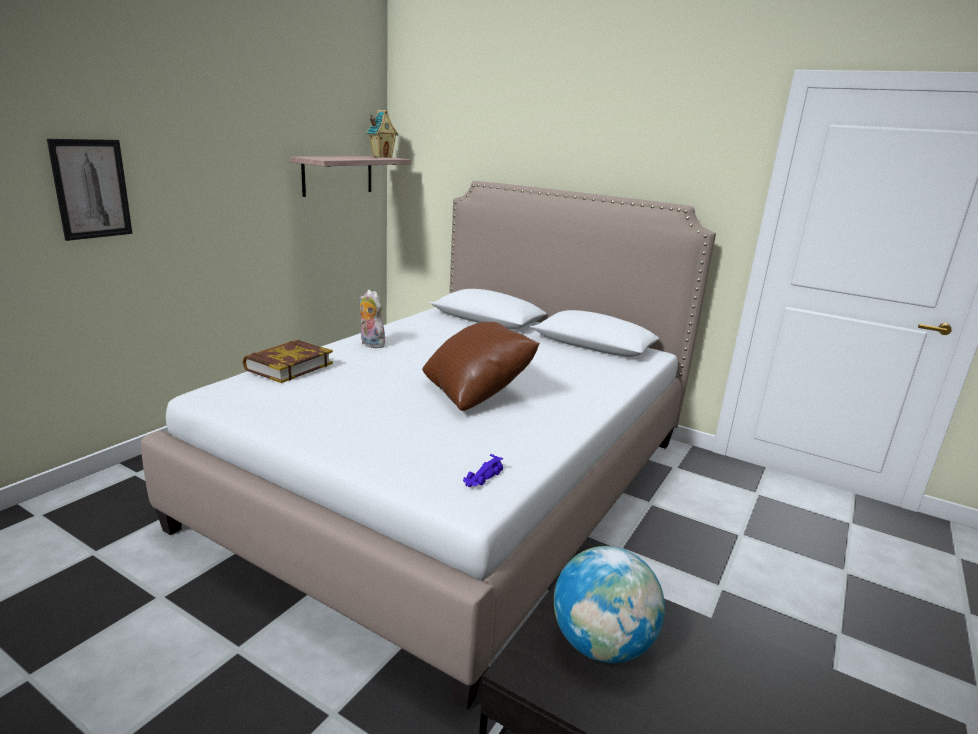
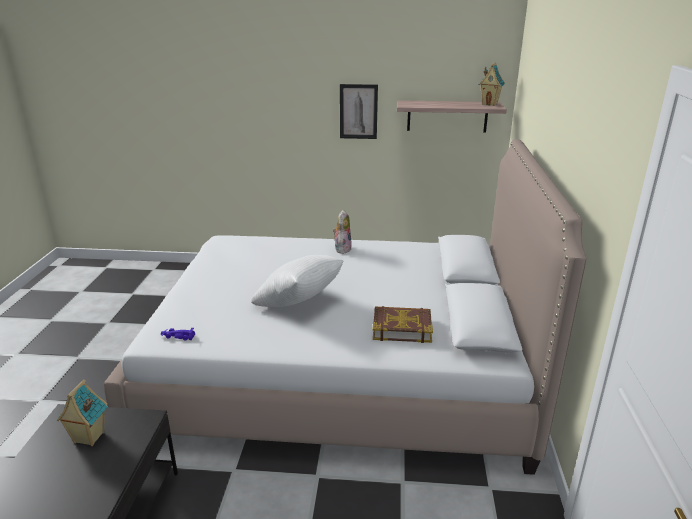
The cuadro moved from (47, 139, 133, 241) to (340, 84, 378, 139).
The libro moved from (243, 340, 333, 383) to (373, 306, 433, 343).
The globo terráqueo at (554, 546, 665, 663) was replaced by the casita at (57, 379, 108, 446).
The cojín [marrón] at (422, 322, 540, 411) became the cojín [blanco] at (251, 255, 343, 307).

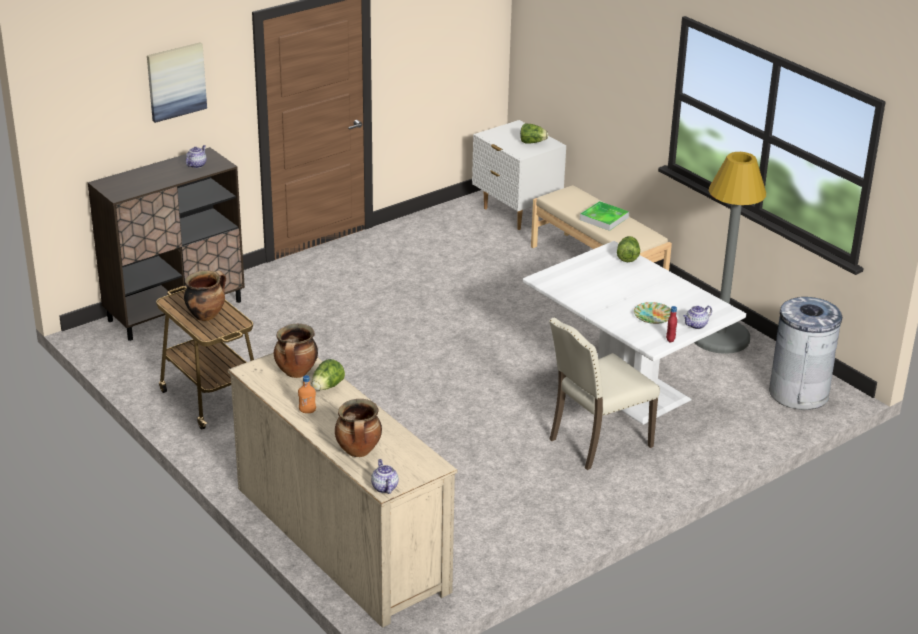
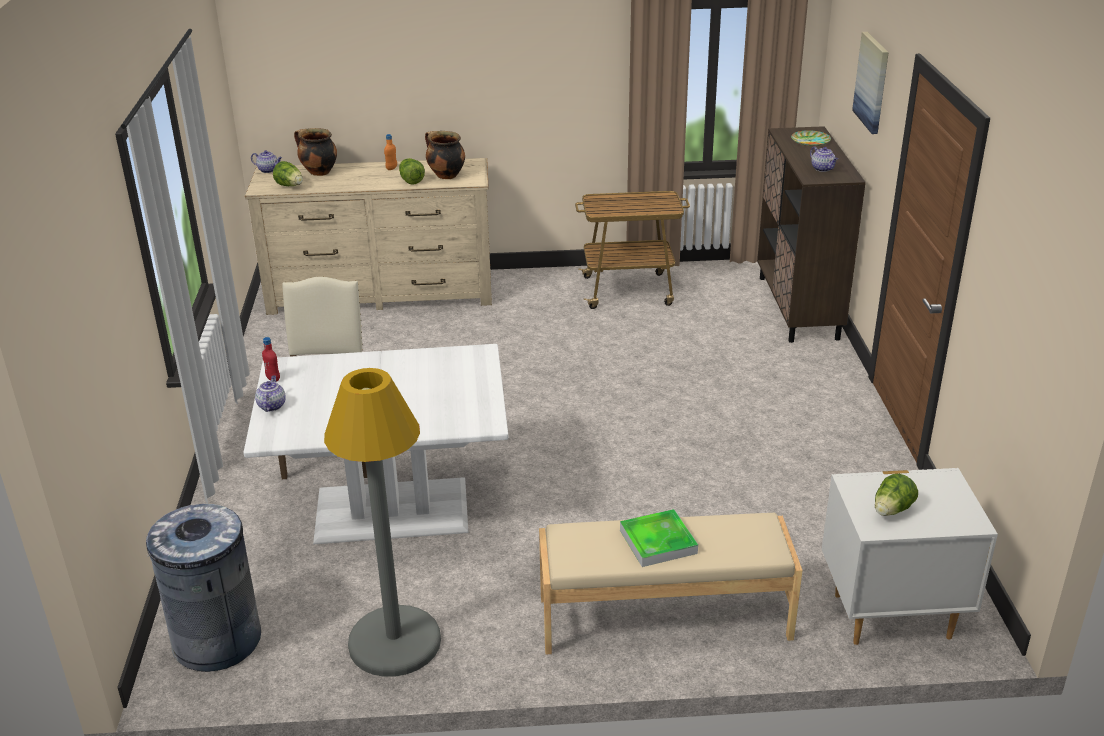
The olla at (184, 270, 226, 321) disappeared.
The lechuga moved from (617, 236, 640, 262) to (273, 161, 303, 186).
The plato moved from (634, 302, 671, 324) to (791, 130, 831, 146).

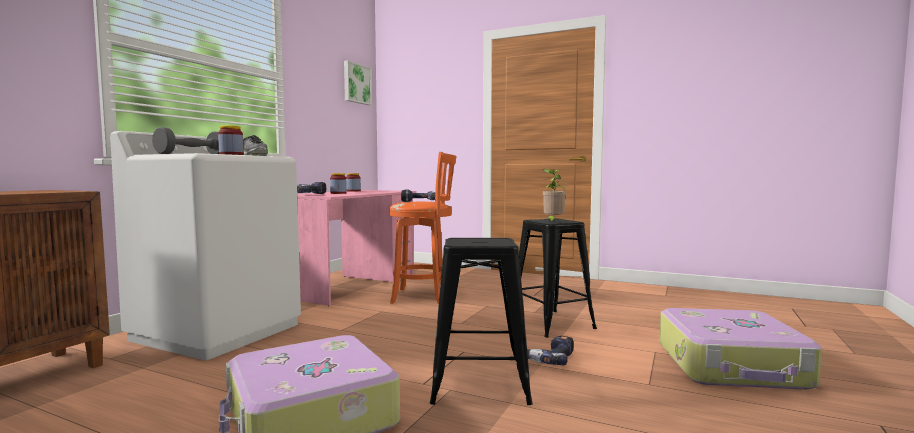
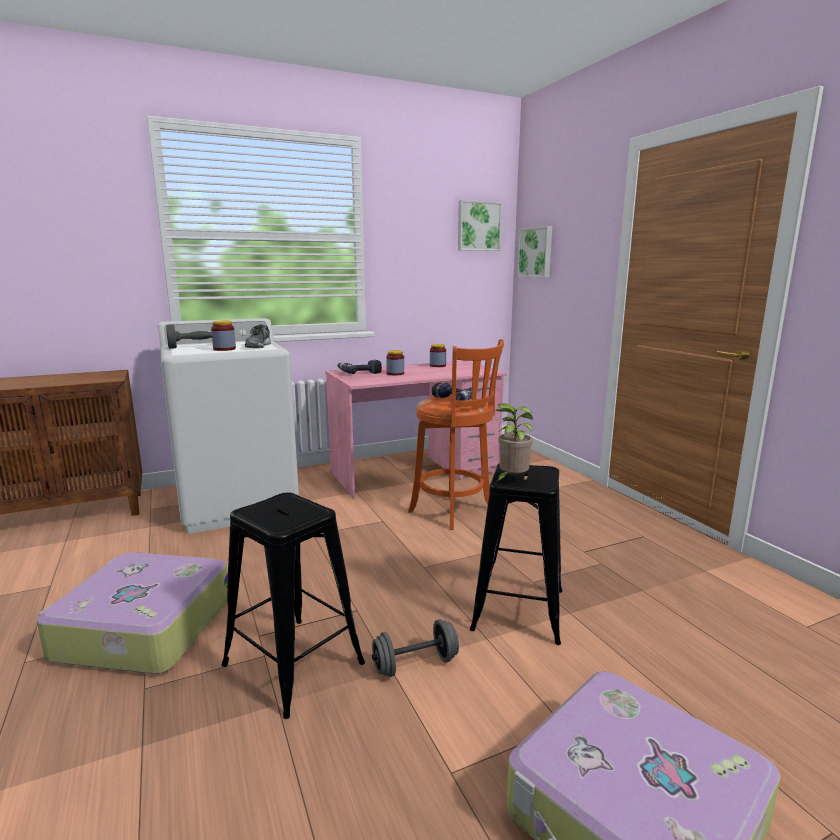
The cuadro at (517, 226, 552, 277) appeared.
The taladro at (527, 336, 574, 365) was replaced by the mancuerna [gris] at (372, 619, 459, 677).

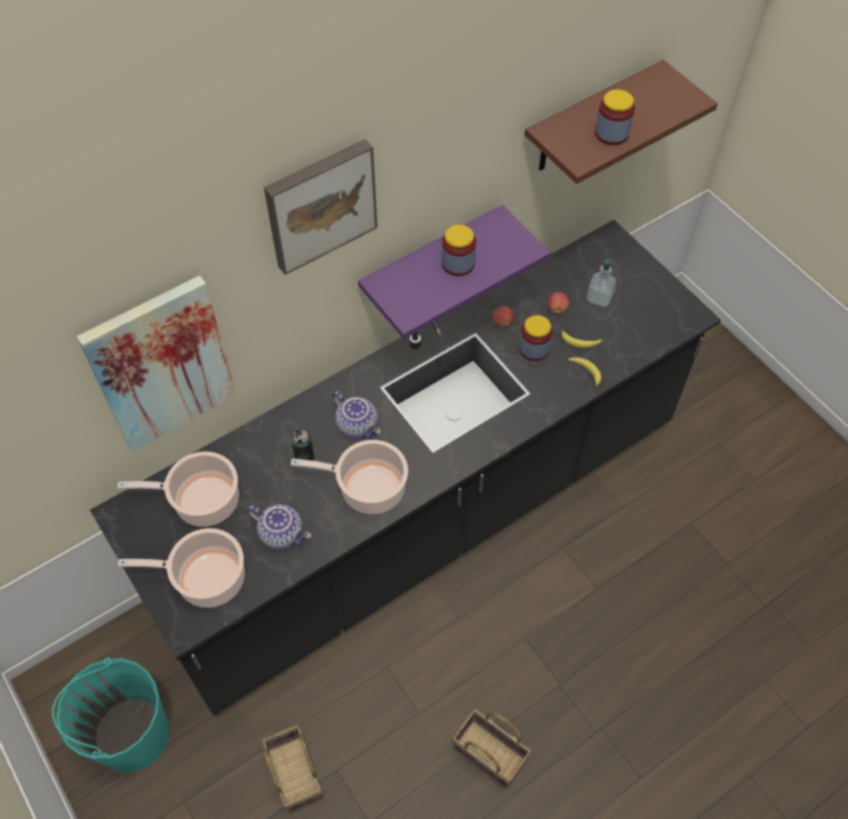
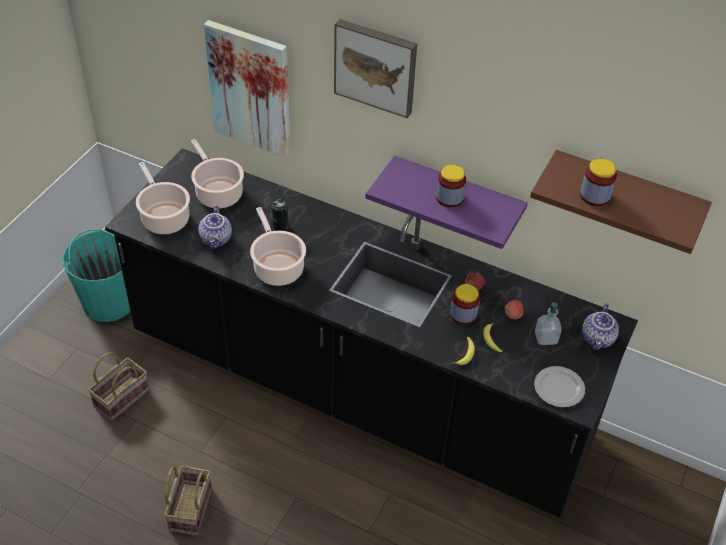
The plato at (534, 366, 585, 407) appeared.
The tetera moved from (332, 391, 381, 440) to (582, 303, 619, 350).

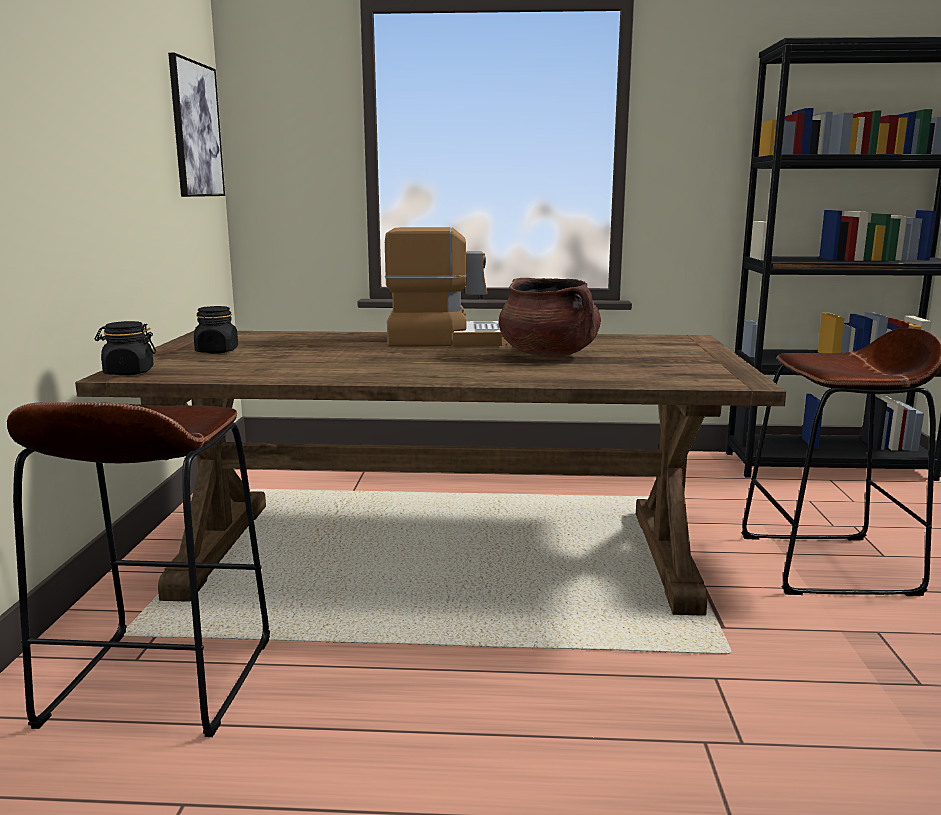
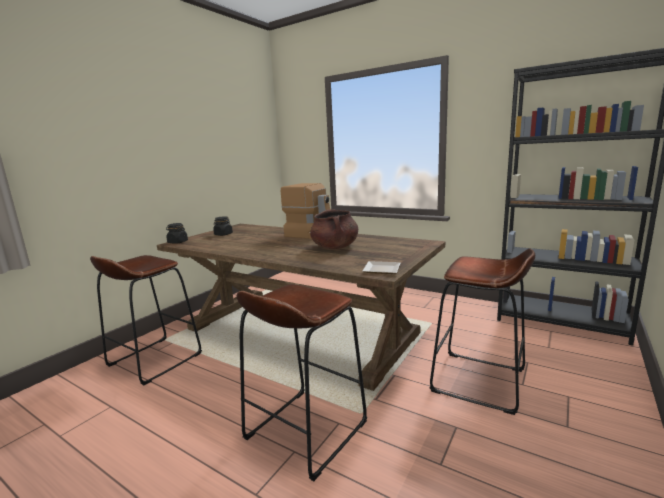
The cuadro at (168, 53, 225, 197) disappeared.
The taburete [marrón] at (237, 284, 367, 481) appeared.
The plato at (362, 261, 400, 274) appeared.

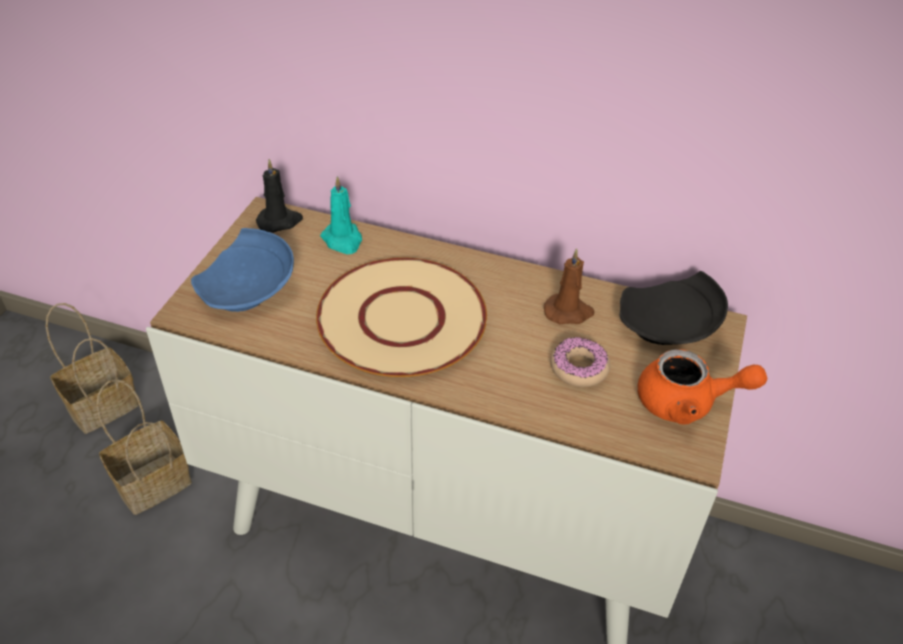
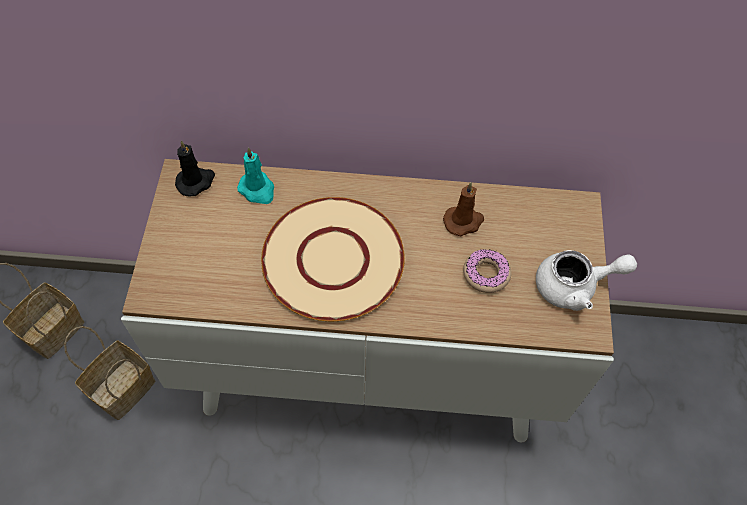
The plato [azul] at (191, 228, 294, 312) disappeared.
The plato [negro] at (620, 271, 728, 345) disappeared.
The tetera [naranja] at (638, 349, 768, 425) became the tetera [blanco] at (536, 250, 637, 311).

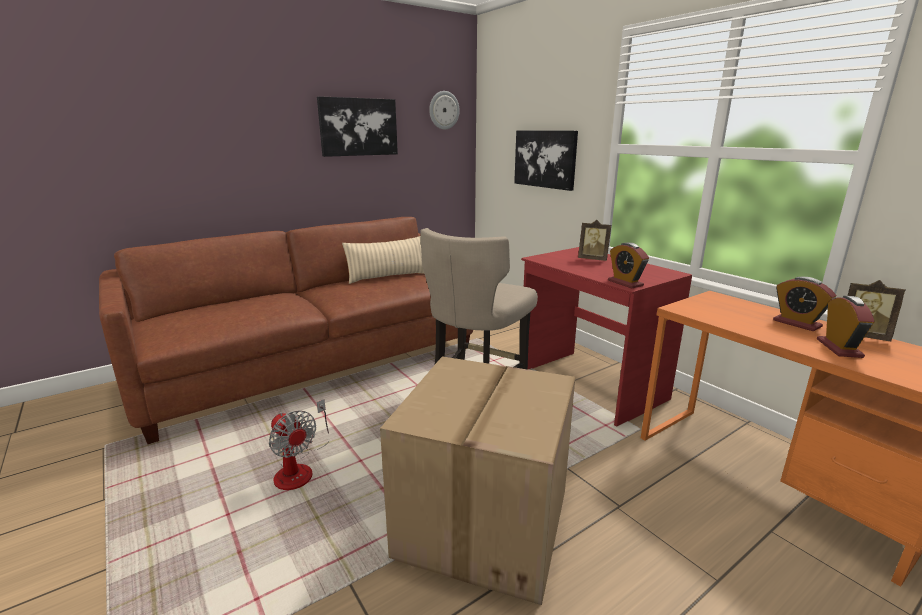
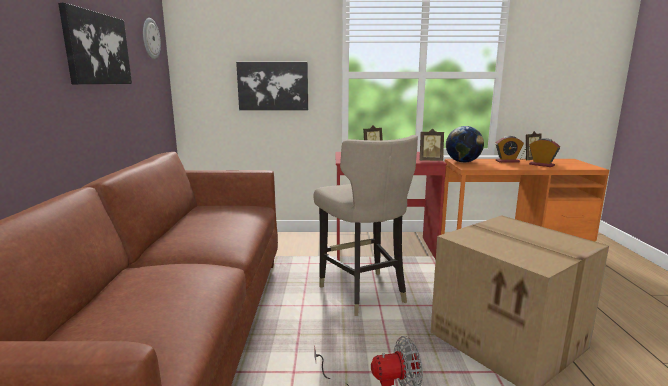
The cojín [beis] at (342, 236, 424, 284) disappeared.
The globo terráqueo at (446, 126, 484, 163) appeared.
The despertador at (608, 242, 649, 289) was replaced by the portarretratos at (420, 129, 444, 161).

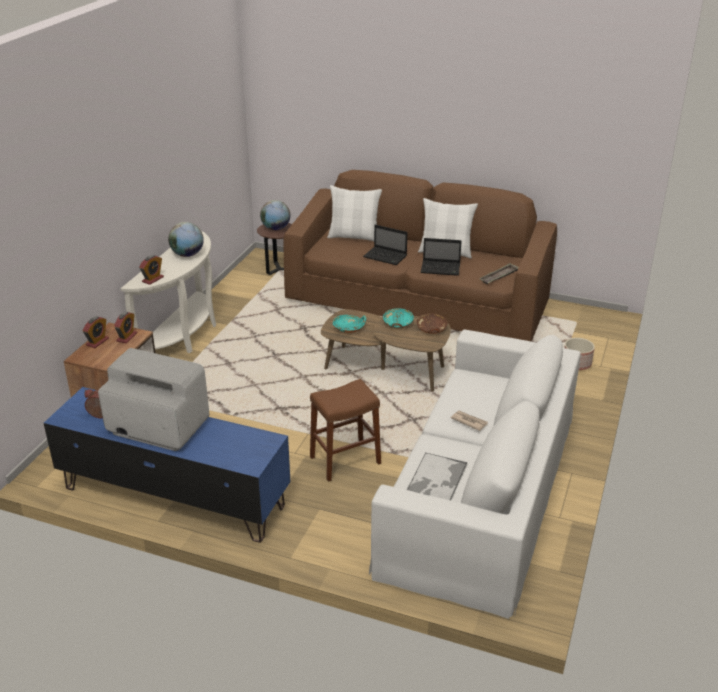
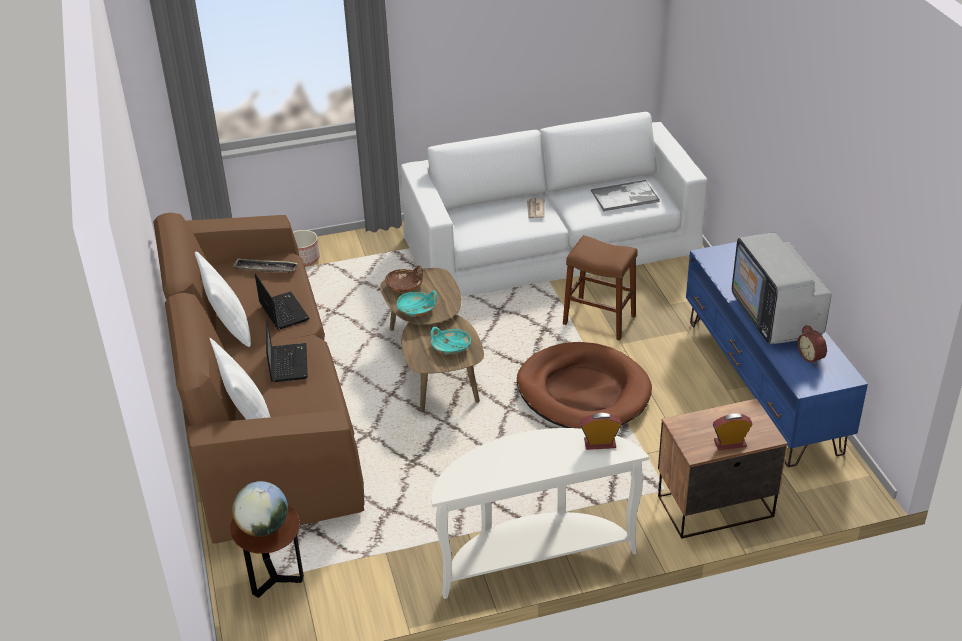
The despertador at (114, 312, 137, 344) disappeared.
The globo terráqueo at (168, 222, 204, 257) disappeared.
The cama para perro [marrón] at (517, 342, 652, 429) appeared.

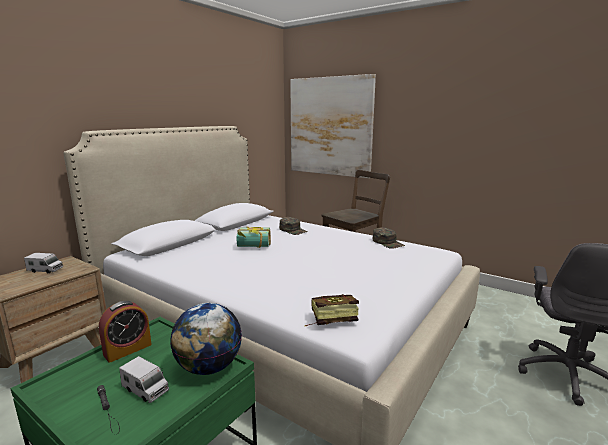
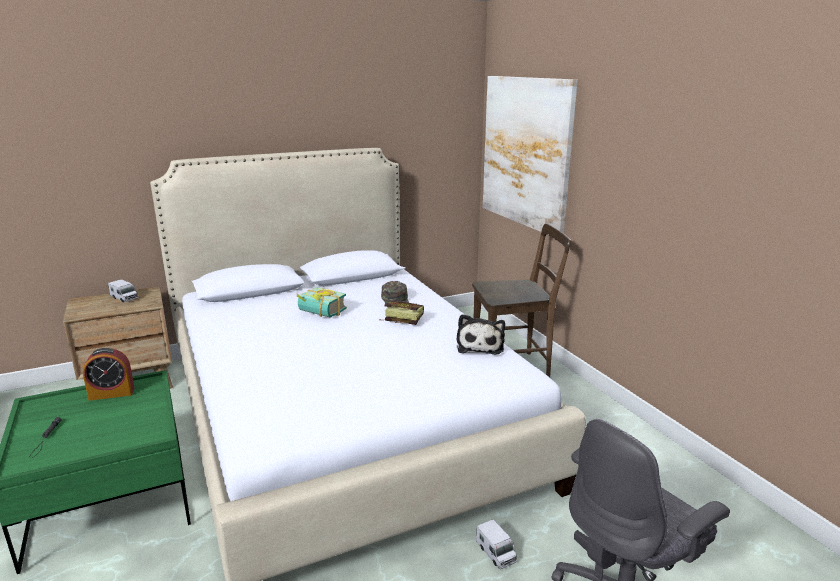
The globo terráqueo at (170, 303, 242, 375) disappeared.
The camión de juguete moved from (119, 356, 169, 403) to (476, 519, 517, 569).
The libro moved from (305, 294, 359, 326) to (379, 301, 424, 325).
The gorra [verde] at (373, 227, 405, 249) was replaced by the peluche at (457, 314, 505, 355).

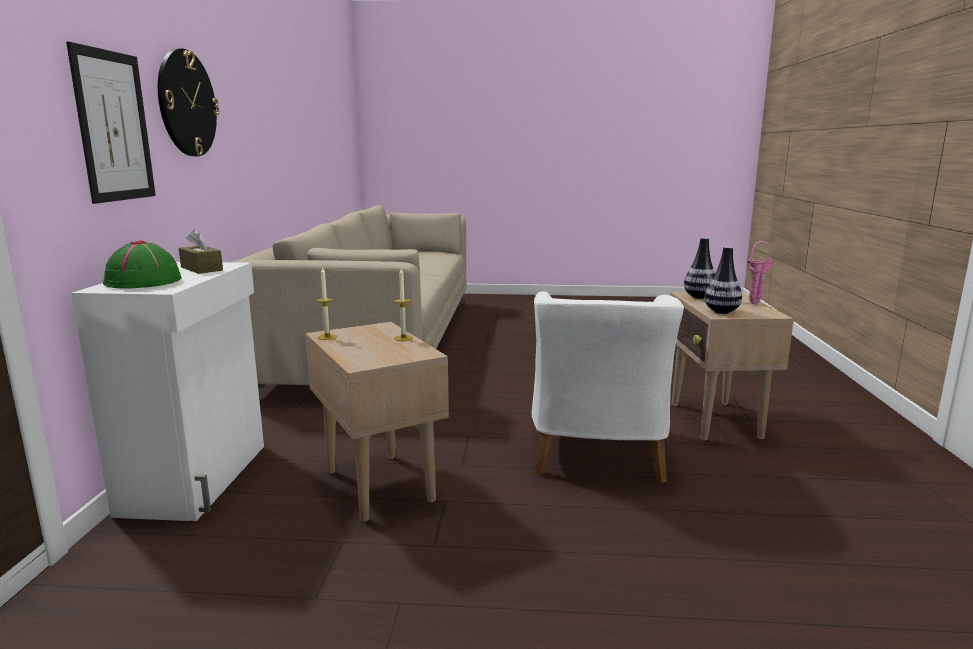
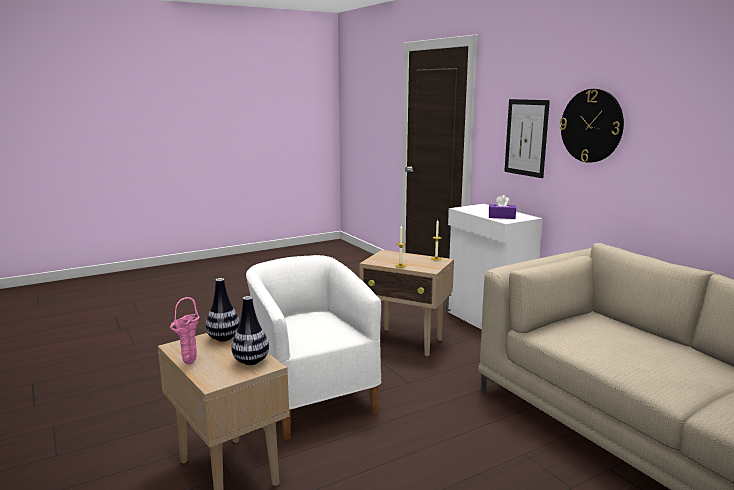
The sombrero [verde] at (103, 240, 181, 288) disappeared.
The caja de pañuelos [marrón] at (179, 230, 223, 274) became the caja de pañuelos [morado] at (489, 195, 516, 219).

